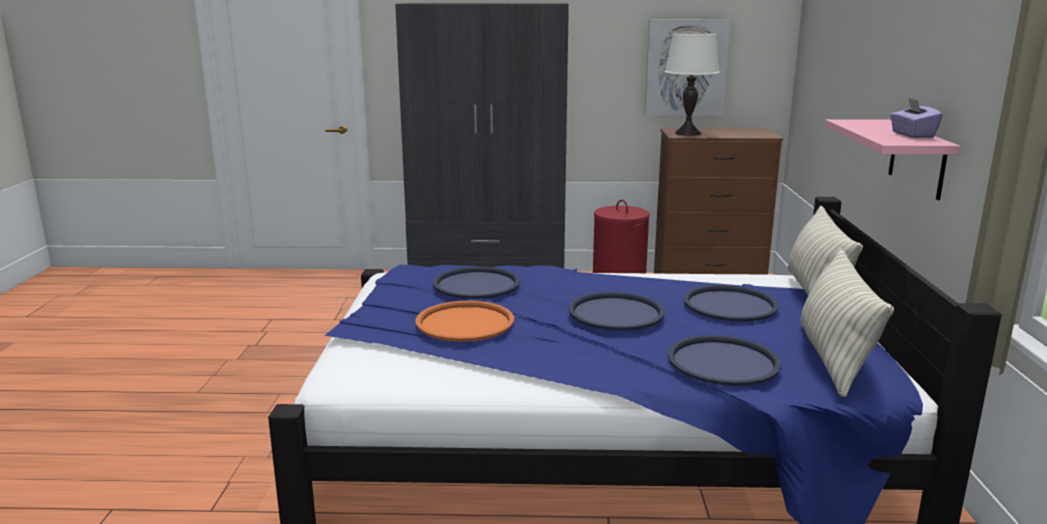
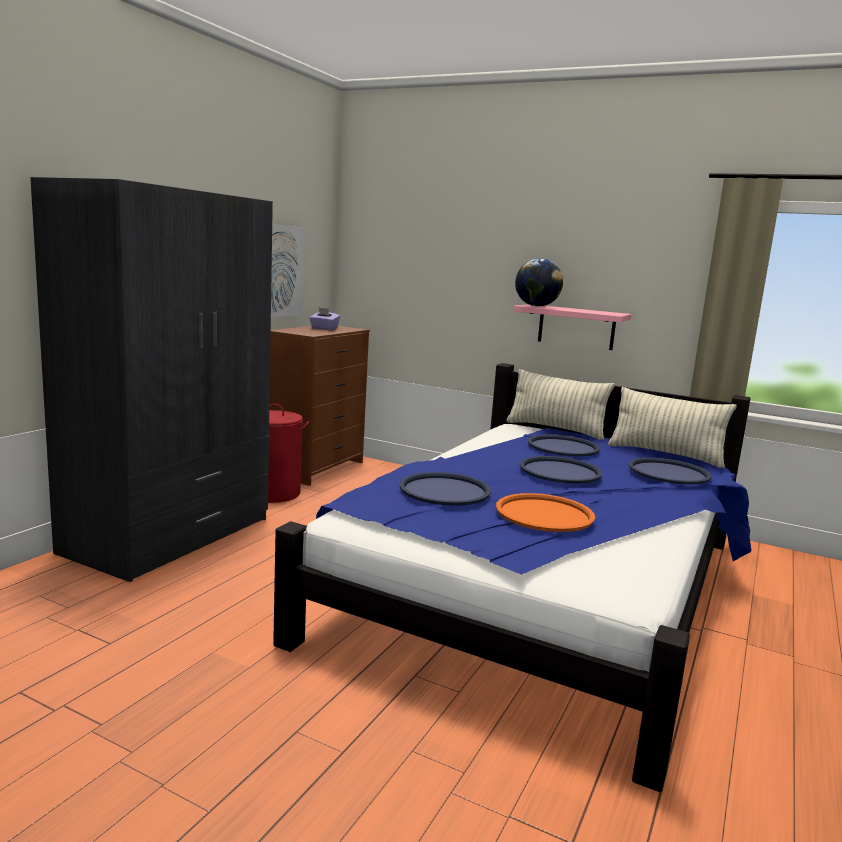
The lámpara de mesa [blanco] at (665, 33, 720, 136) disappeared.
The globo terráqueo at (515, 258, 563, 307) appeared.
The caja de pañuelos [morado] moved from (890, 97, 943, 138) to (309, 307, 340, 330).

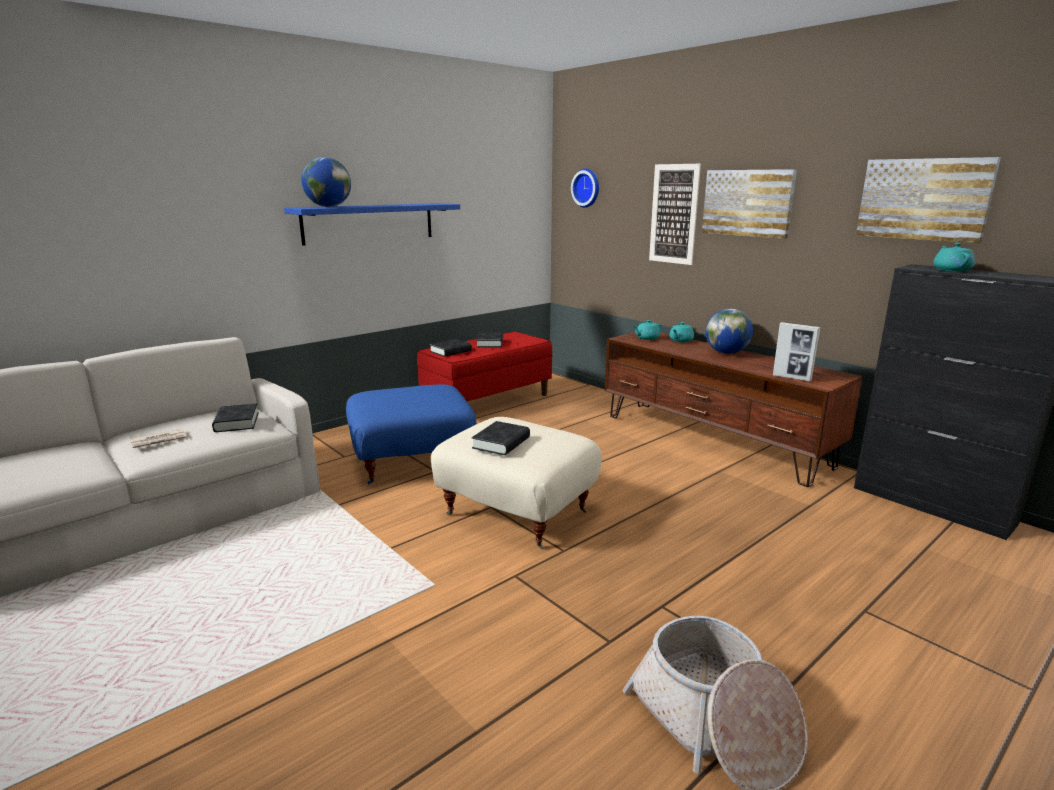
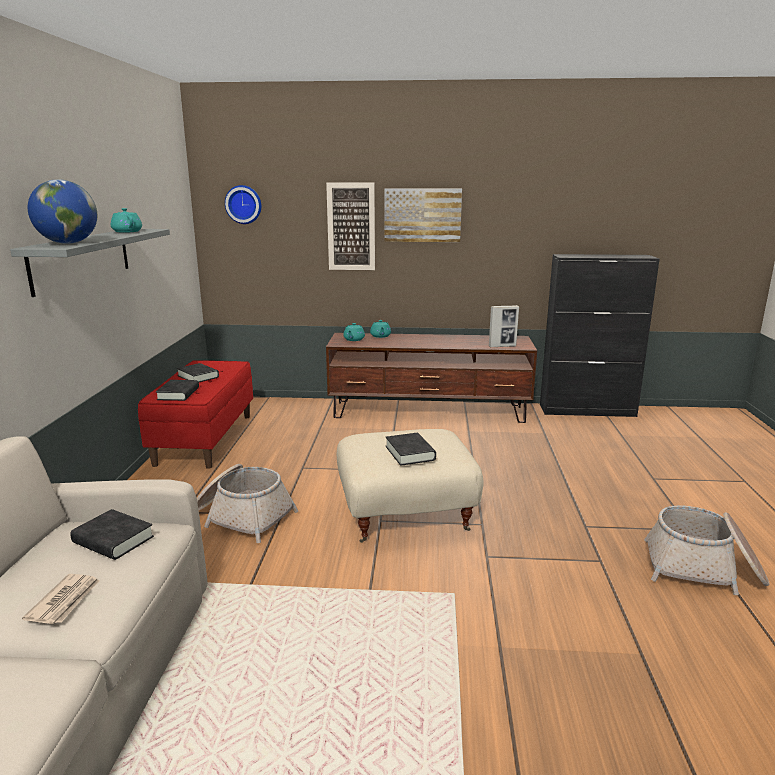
The globo terráqueo at (706, 309, 753, 354) disappeared.
The cuadro at (856, 157, 1001, 243) disappeared.
The tetera [turquesa] moved from (933, 243, 975, 272) to (111, 208, 142, 233).
The puf [azul] at (346, 385, 477, 484) was replaced by the cesta at (197, 464, 298, 543).
The estante [azul] at (284, 203, 460, 246) became the estante [gris] at (10, 229, 170, 297).

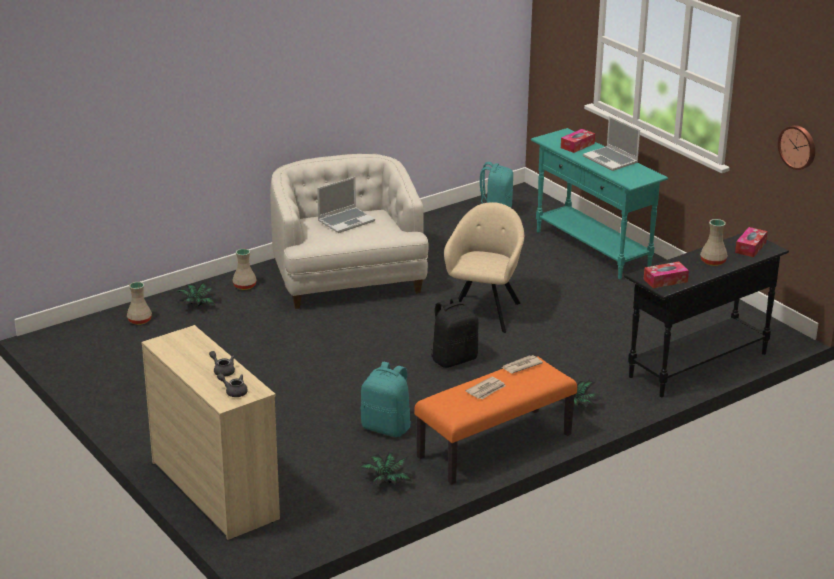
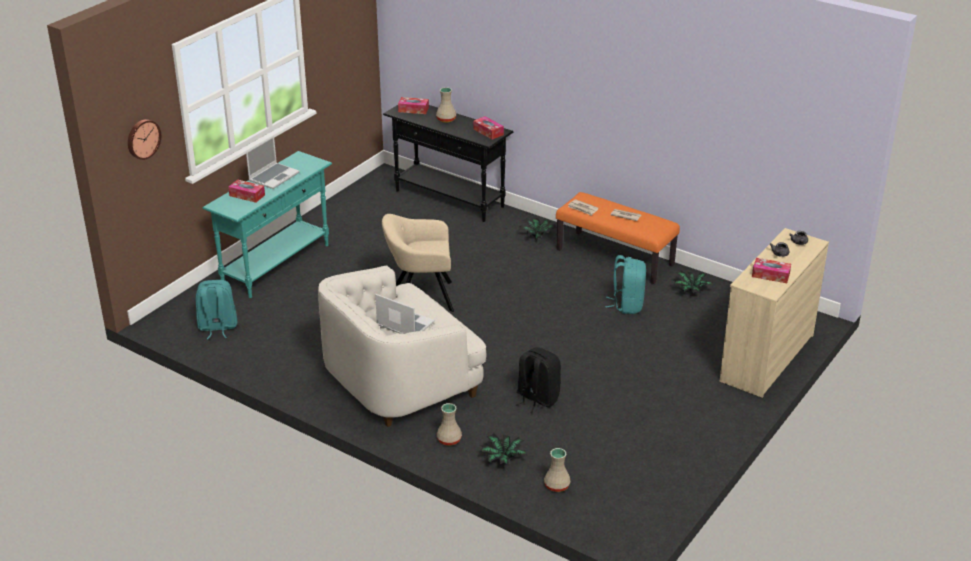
The caja de pañuelos at (752, 258, 791, 283) appeared.
The mochila [negro] moved from (431, 297, 478, 368) to (515, 347, 561, 413).
The reloj de pared moved from (778, 125, 815, 170) to (128, 119, 161, 160).

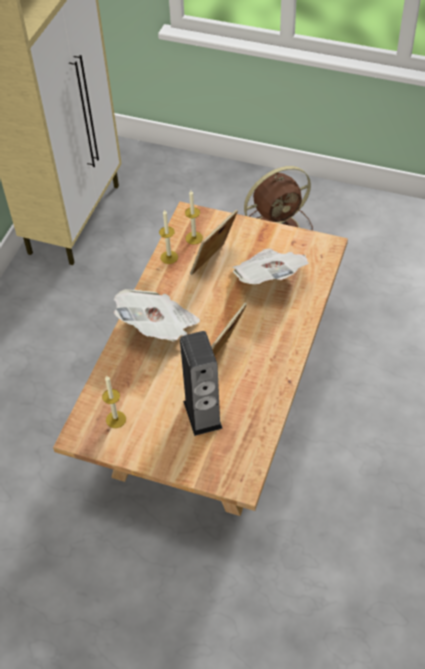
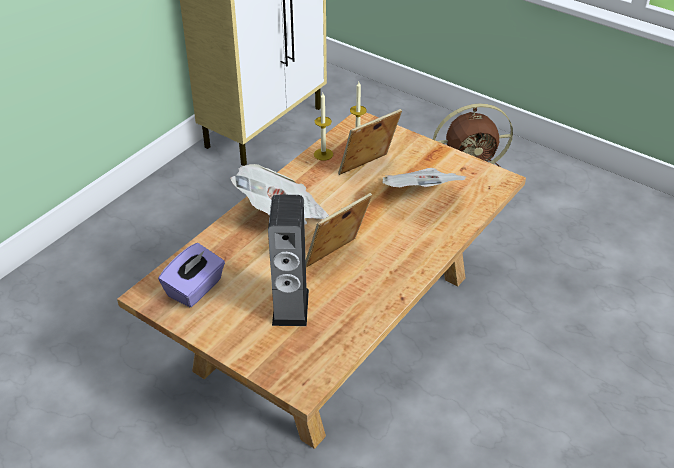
The vela at (102, 376, 126, 428) was replaced by the caja de pañuelos [morado] at (158, 243, 225, 307).

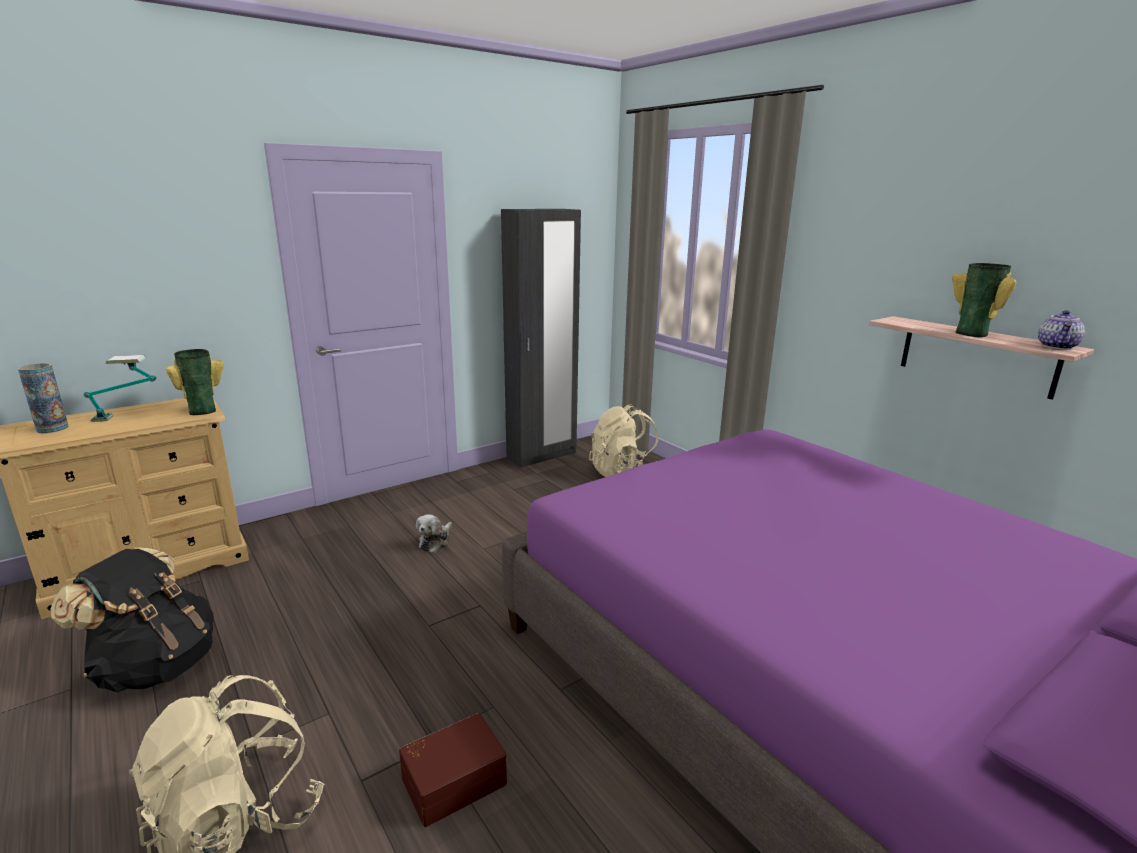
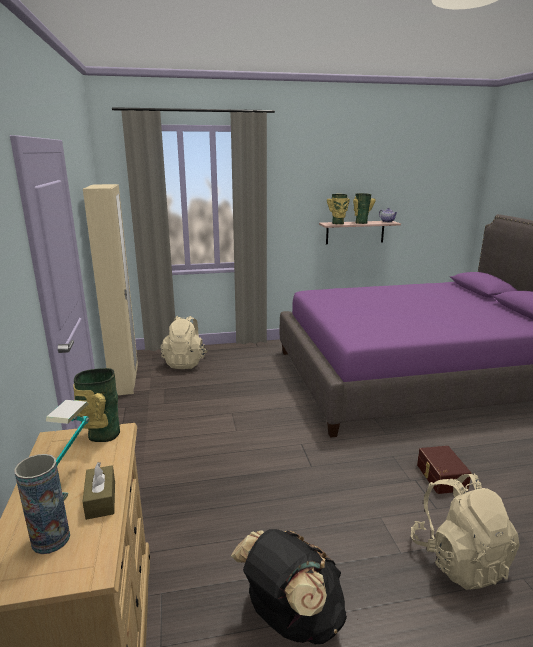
The peluche at (416, 514, 452, 553) disappeared.
The caja de pañuelos [marrón] at (83, 462, 115, 520) appeared.
The florero at (327, 194, 350, 225) appeared.
The armario ropero [negro] at (501, 209, 581, 468) became the armario ropero [beis] at (83, 184, 138, 395).

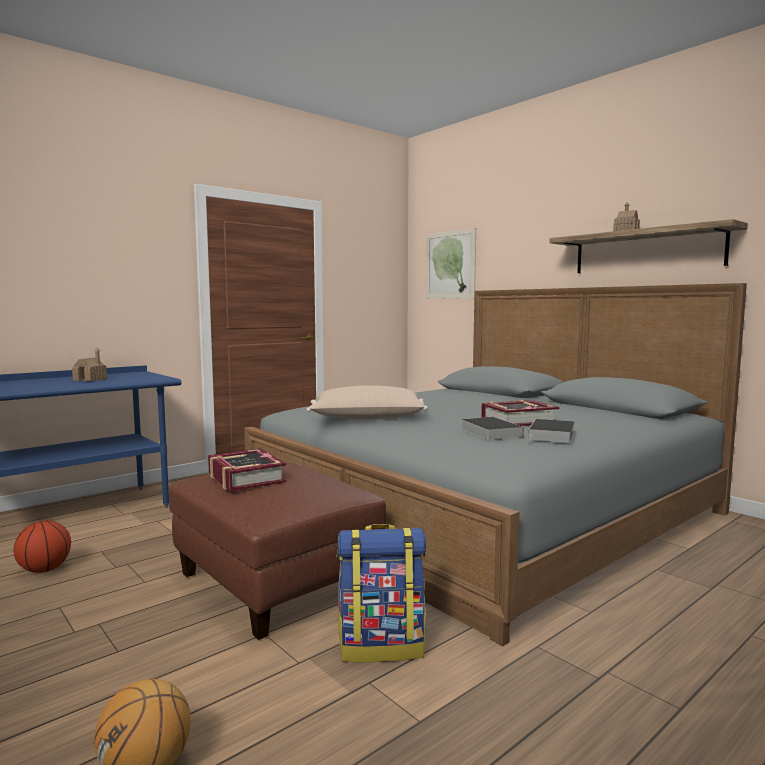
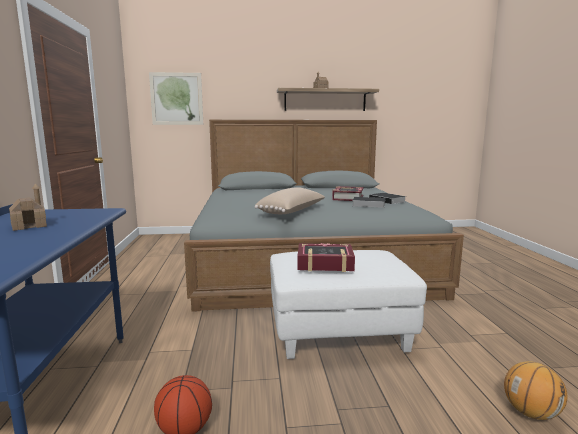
The mochila at (337, 524, 426, 662) disappeared.
The puf [marrón] at (168, 462, 386, 640) became the puf [blanco] at (270, 250, 427, 359).

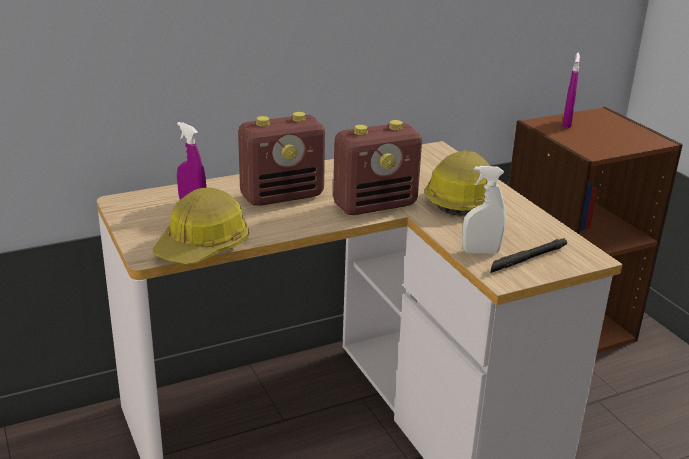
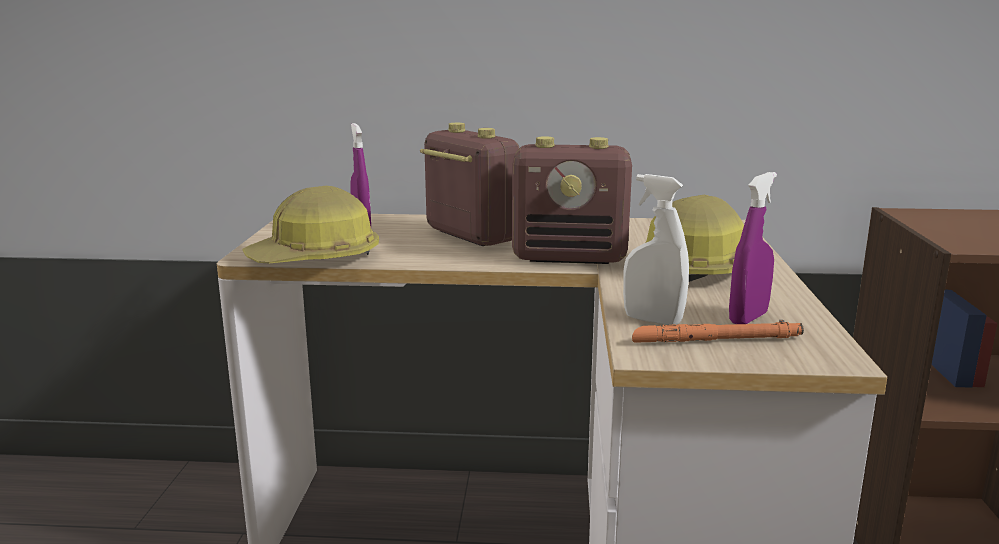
The pulverizador [morado] moved from (562, 53, 580, 128) to (729, 172, 777, 324).
The linterna [negro] at (490, 238, 567, 273) became the linterna [naranja] at (632, 320, 804, 343).
The radio at (238, 112, 325, 206) turned 135 degrees counterclockwise.

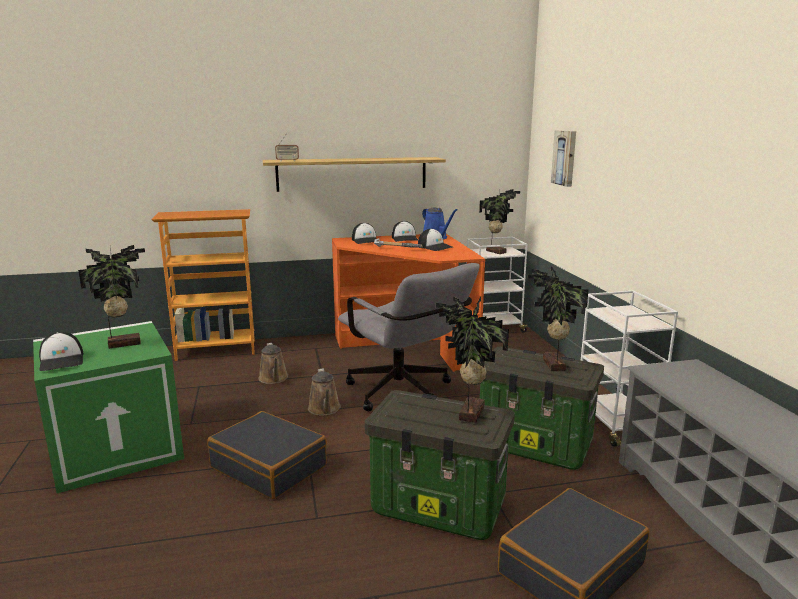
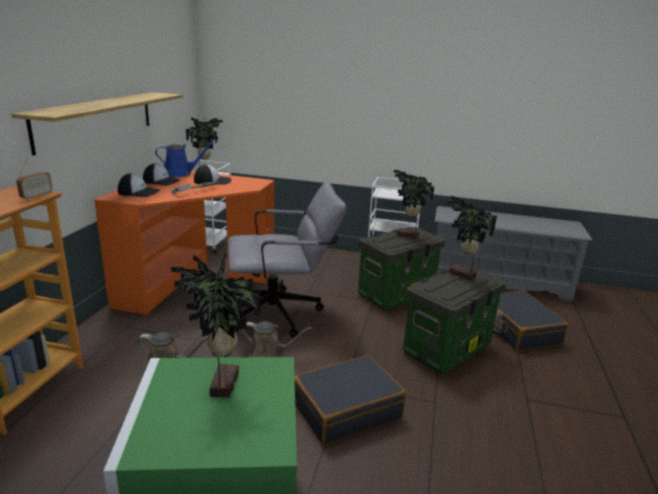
The gorra at (39, 332, 84, 371) disappeared.
The cuadro at (551, 130, 576, 187) disappeared.
The radio moved from (275, 133, 299, 161) to (16, 157, 52, 200).

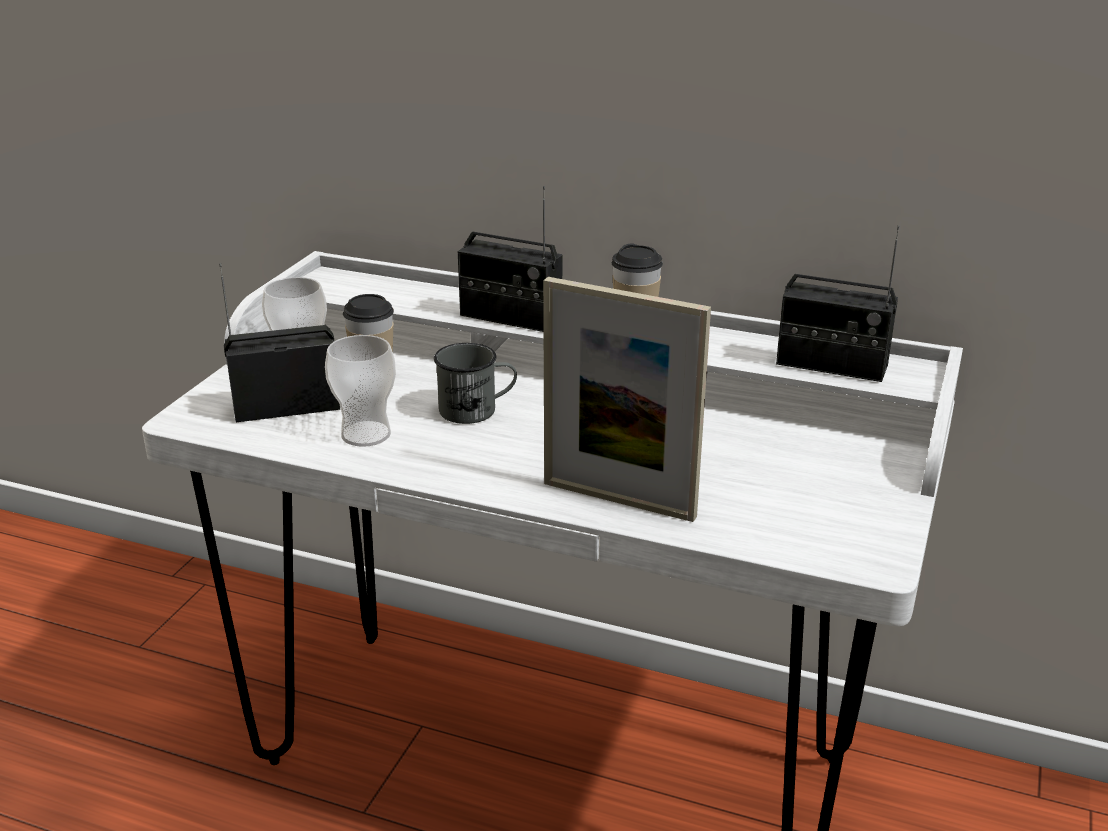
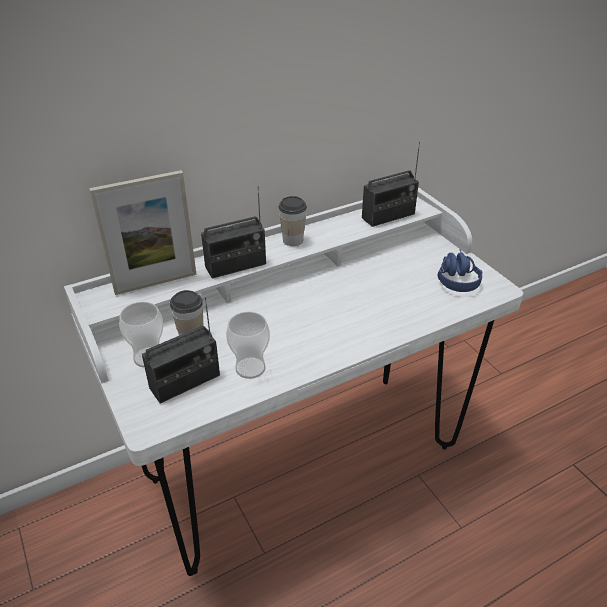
The taza grande [gris] at (434, 343, 517, 424) disappeared.
The auriculares [azul] at (437, 249, 482, 292) appeared.
The portarretratos moved from (543, 277, 711, 522) to (89, 170, 197, 295).
The radio at (219, 263, 340, 422) turned 150 degrees counterclockwise.

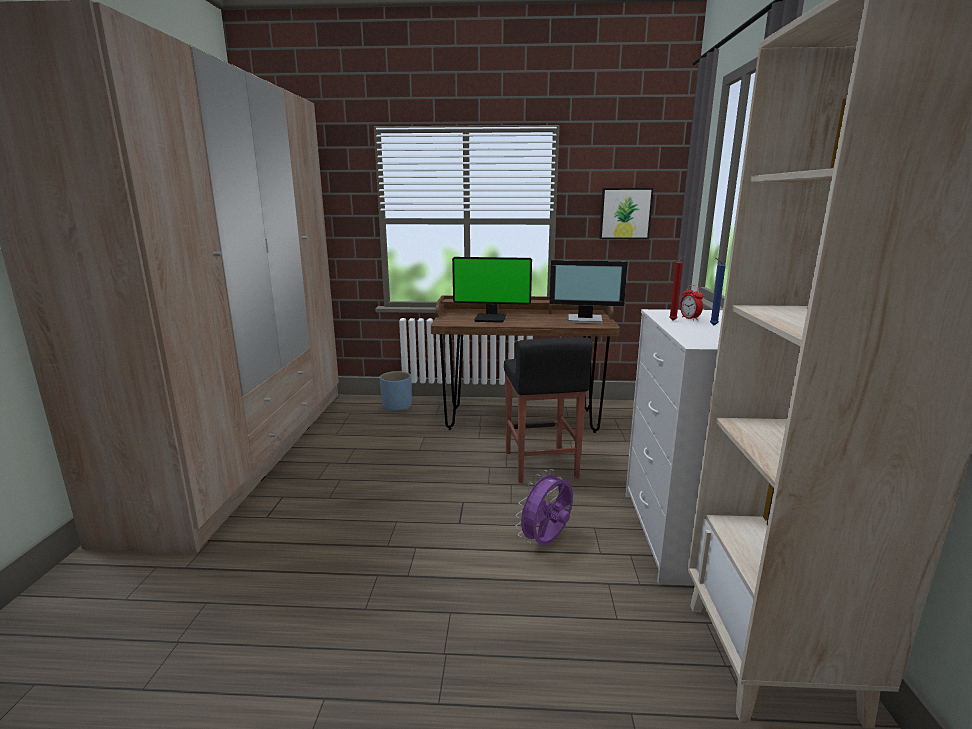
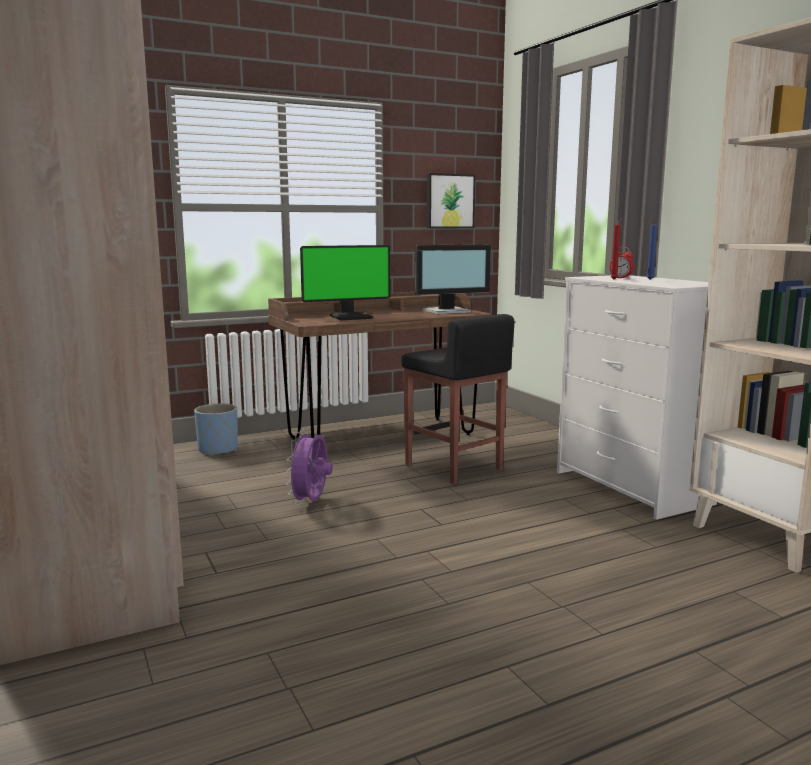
The ventilador [morado] moved from (515, 469, 573, 545) to (285, 429, 333, 505).

